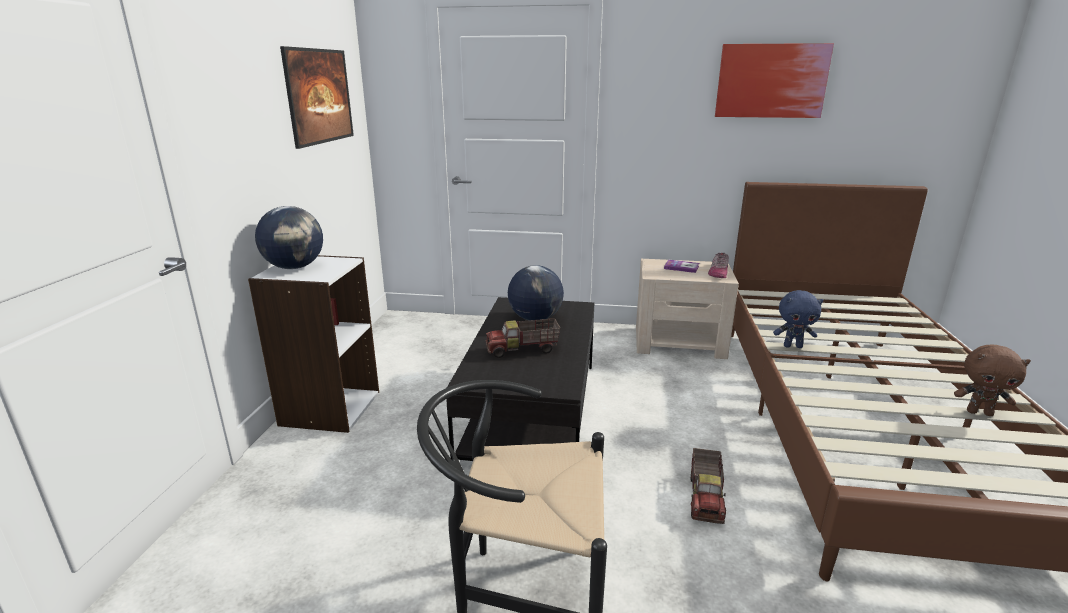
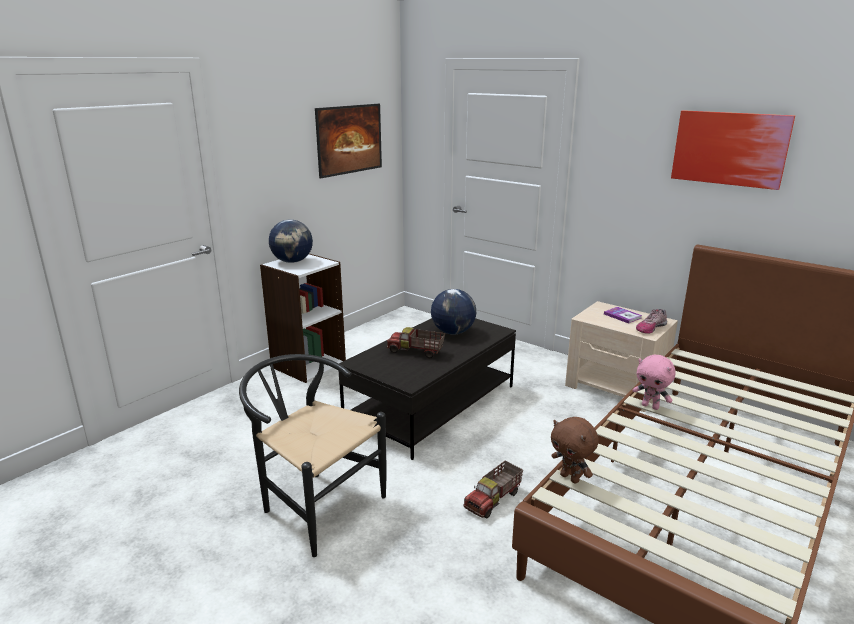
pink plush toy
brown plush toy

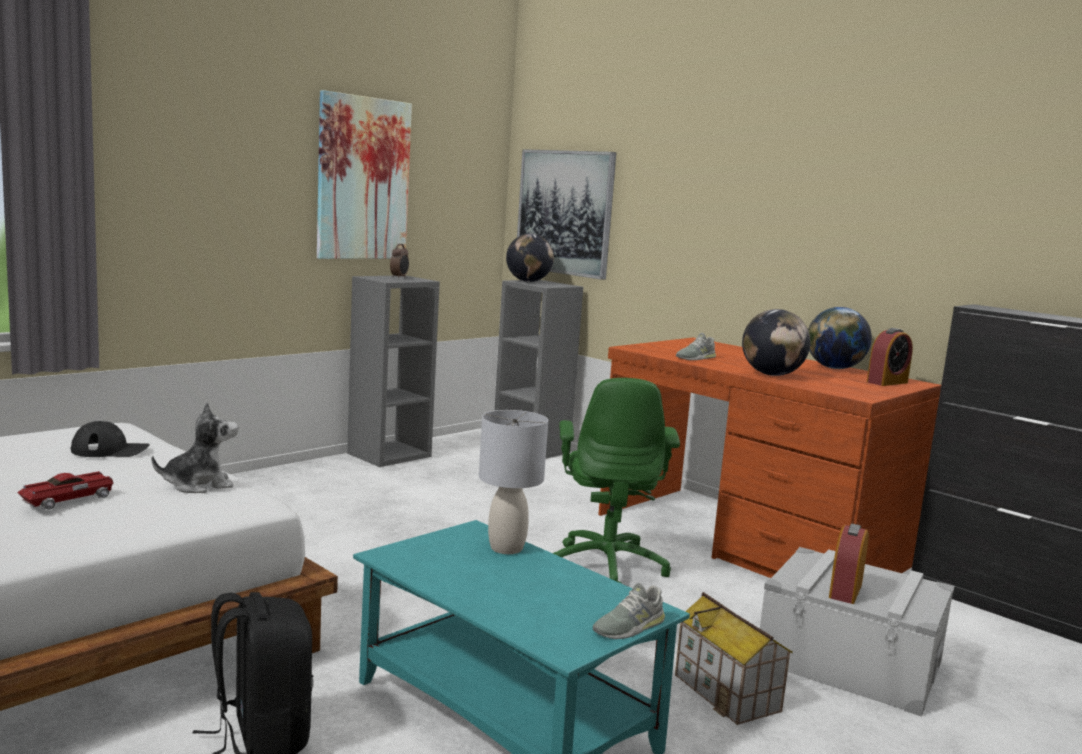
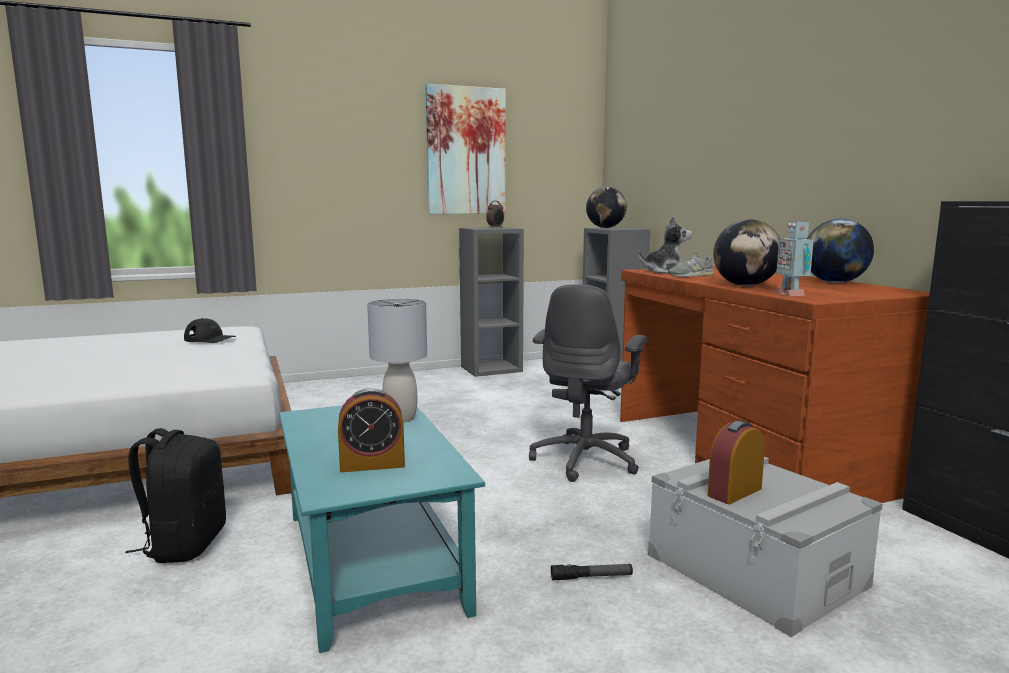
picture (no. 2 from left in the first image)
alarm clock (no. 1 from left)
grey office chair
plush toy
toy car
grey shoe (no. 1 from left in the first image)
flashlight
toy robot

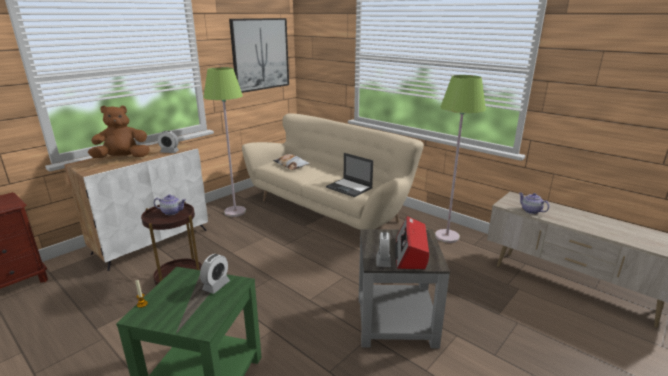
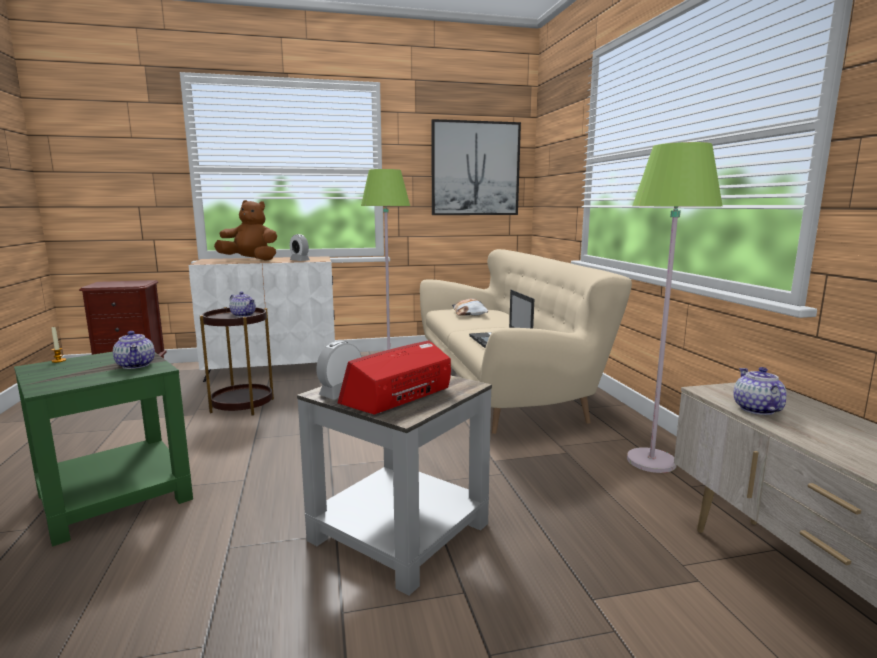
teapot (no. 1 from left)

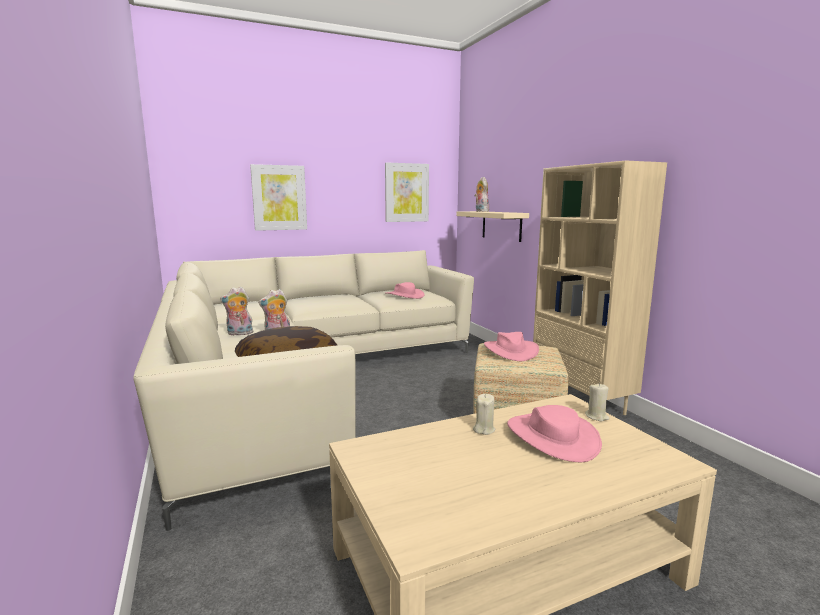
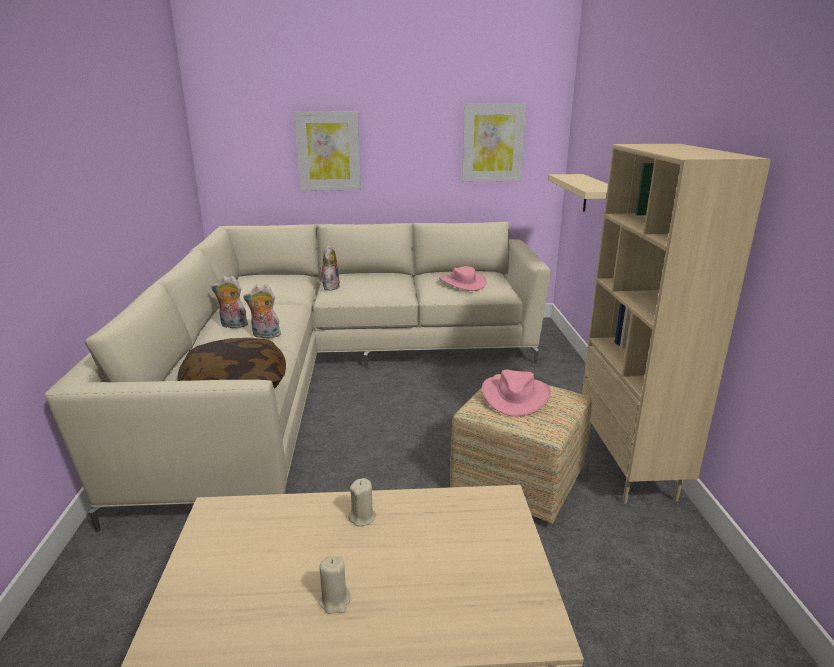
plush toy (no. 3 from left)
beige candle (no. 1 from left)
pink hat (no. 3 from left in the first image)

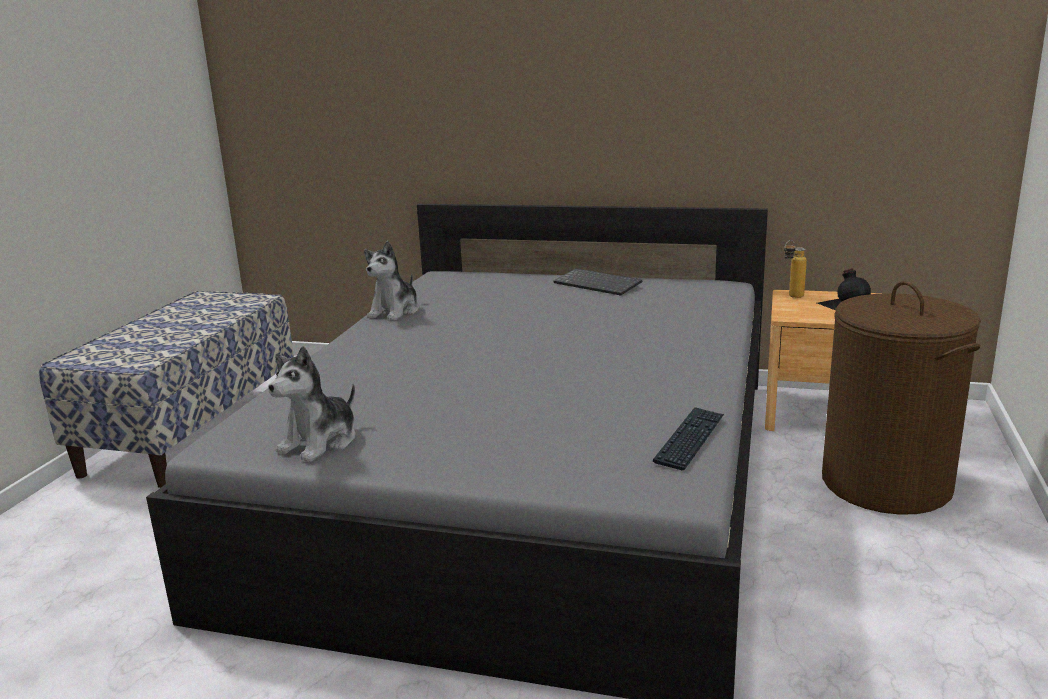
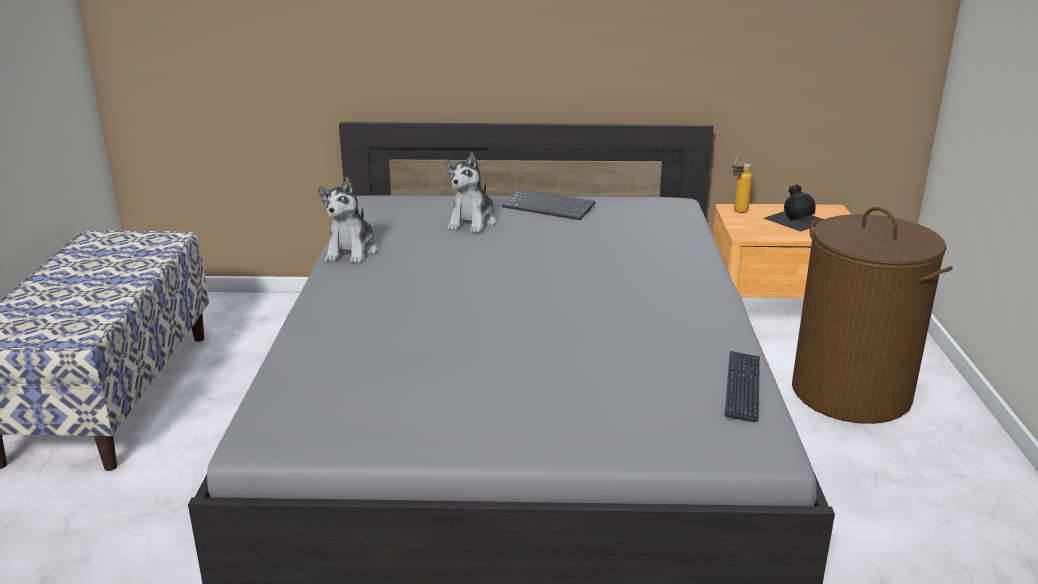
plush toy (no. 2 from left)

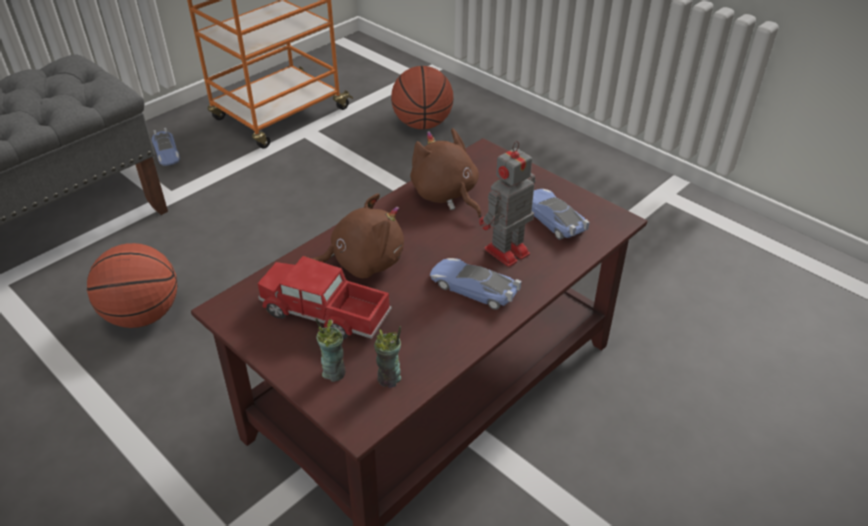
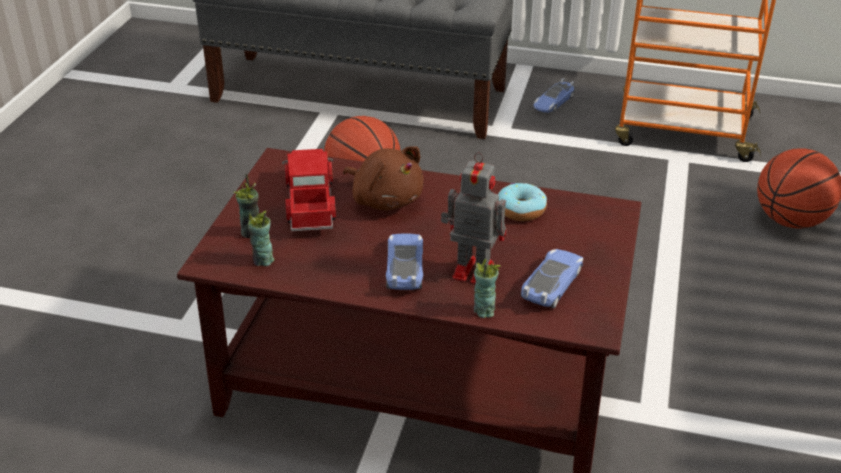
donut
cup (no. 3 from left)

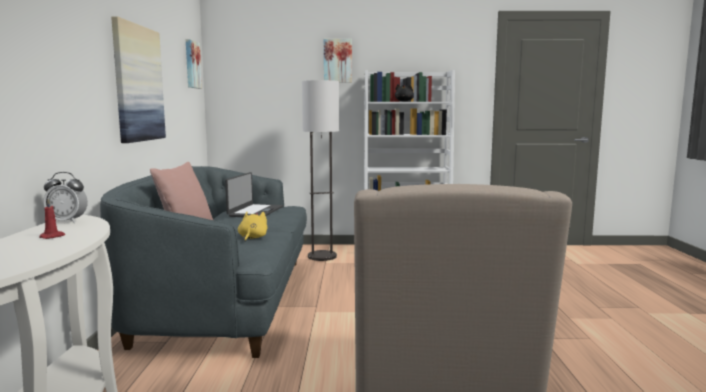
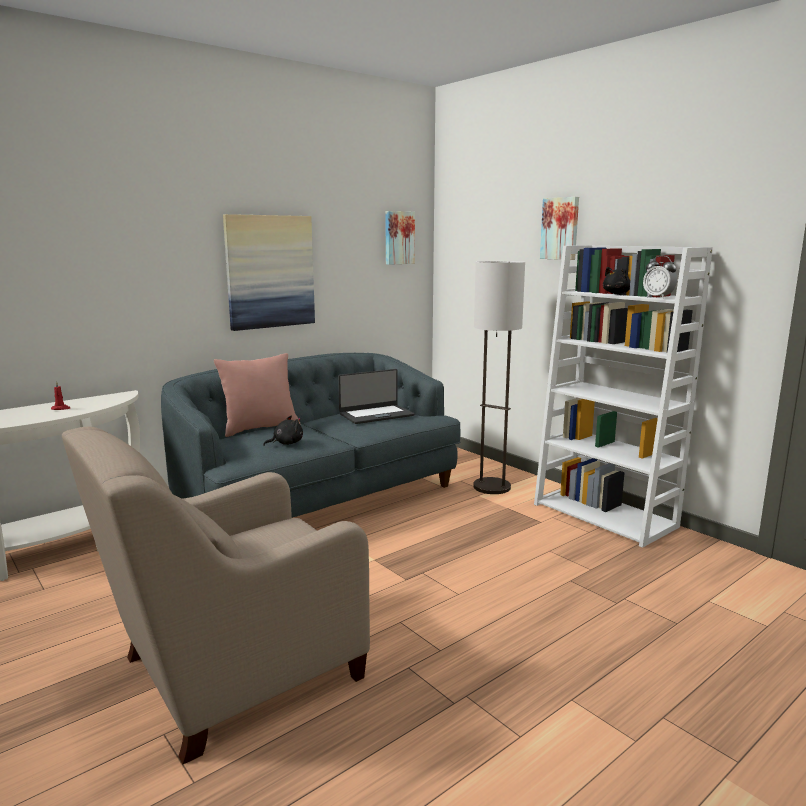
alarm clock
black plush toy (no. 1 from left)

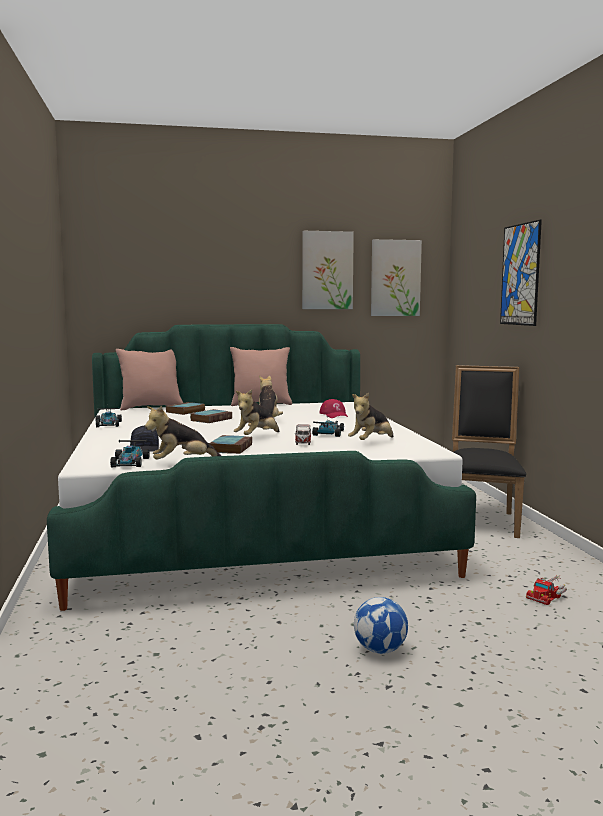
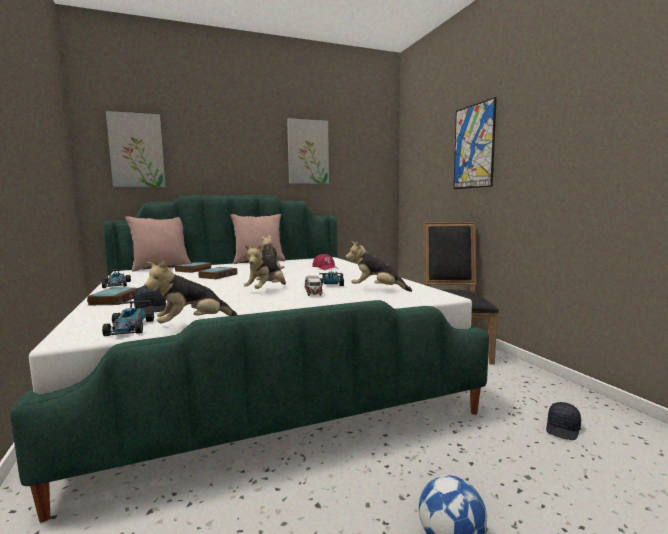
picture (no. 1 from left)
plush toy (no. 4 from left)
book (no. 1 from left)
black cap (no. 2 from left)

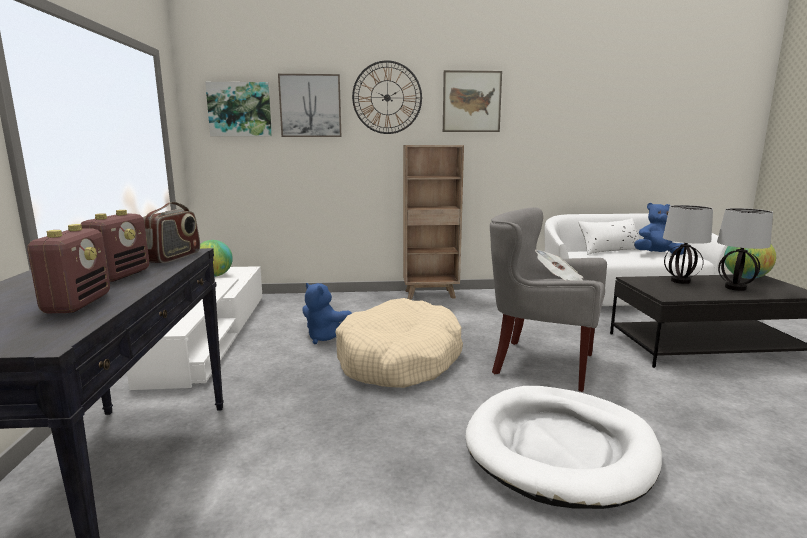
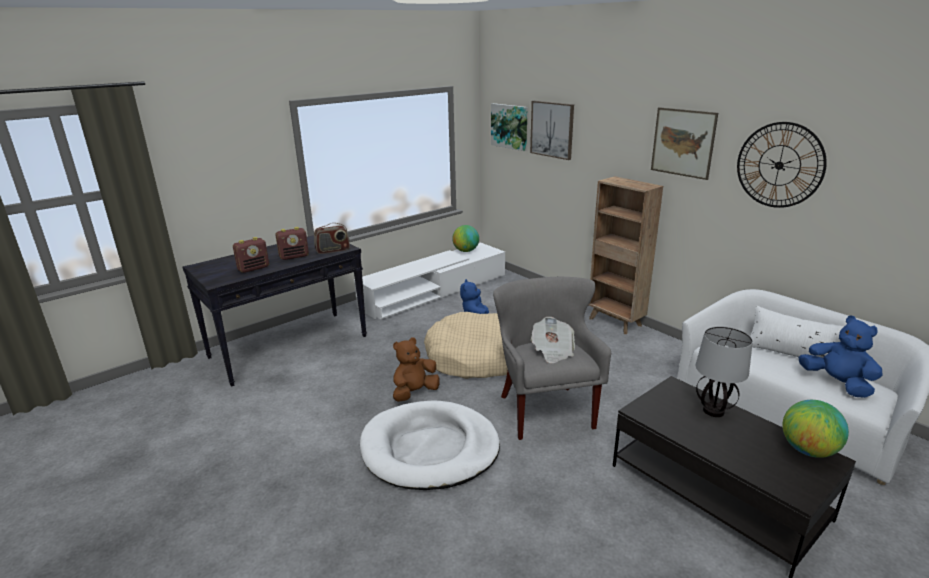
wall clock
table lamp (no. 2 from left in the first image)
brown plush toy

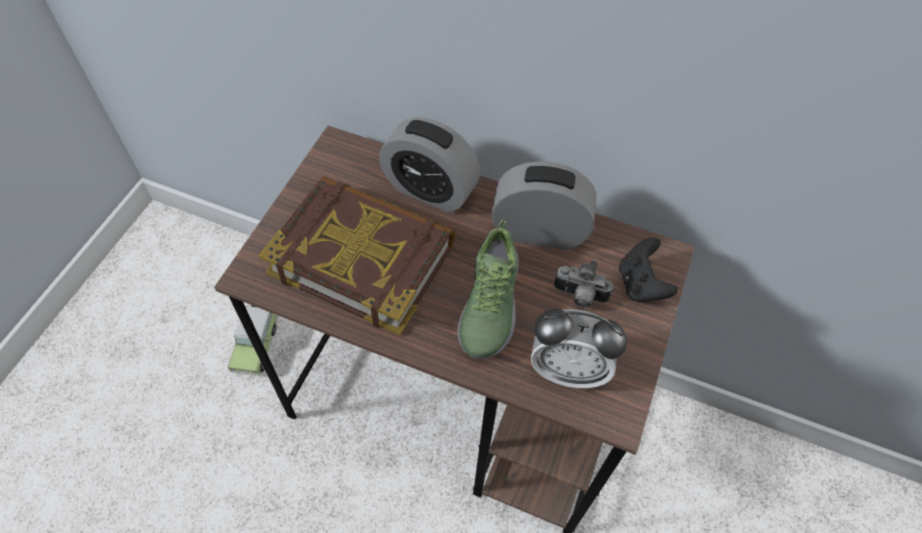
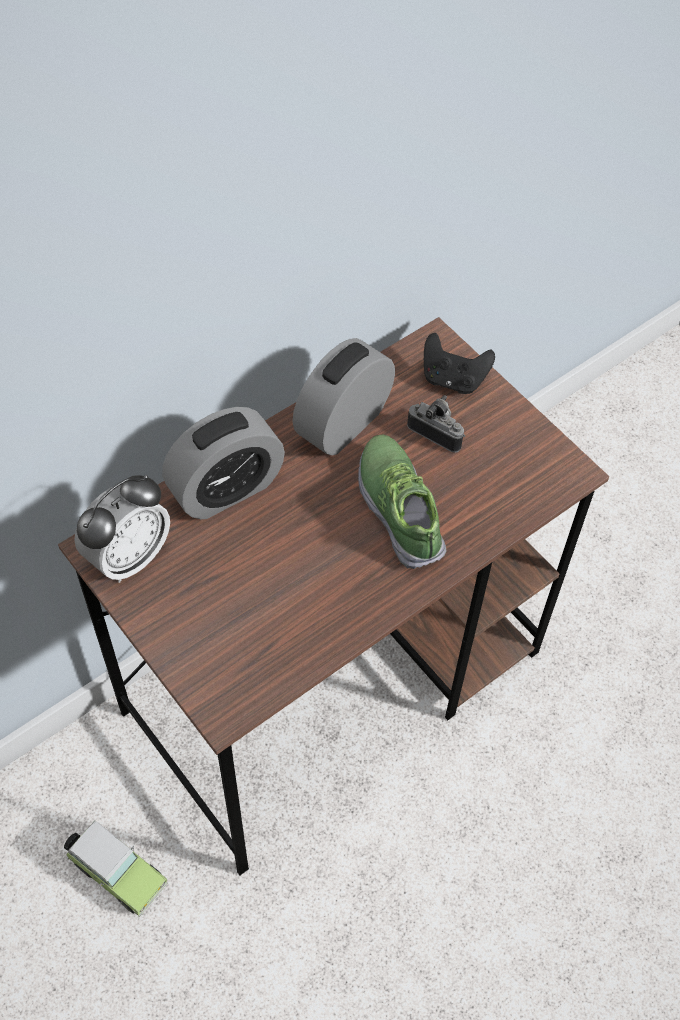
book
shoe
photo camera
alarm clock (no. 1 from left)

